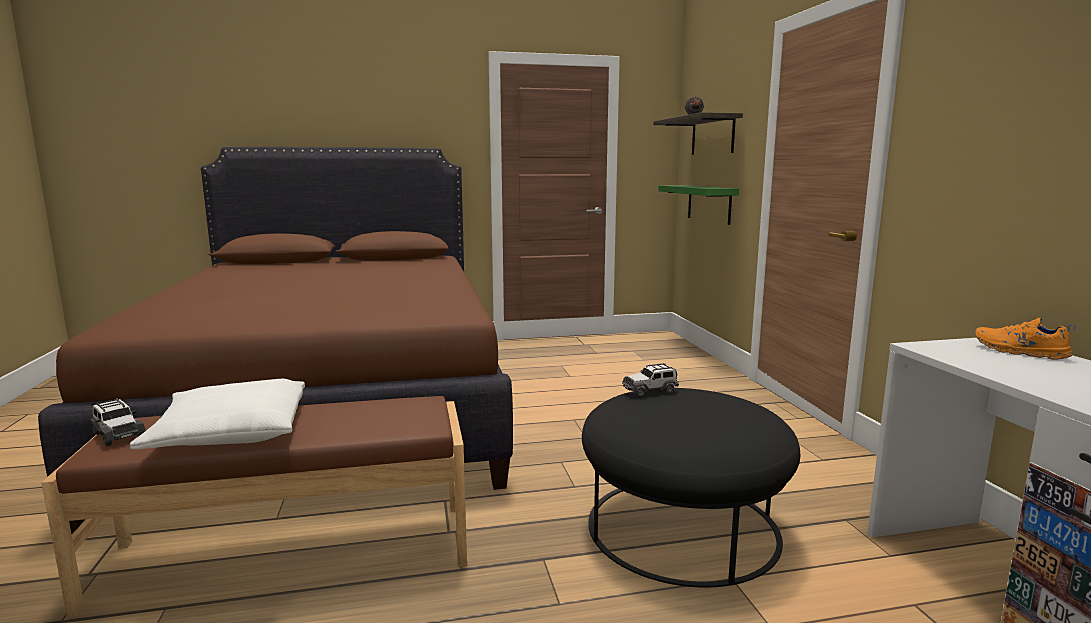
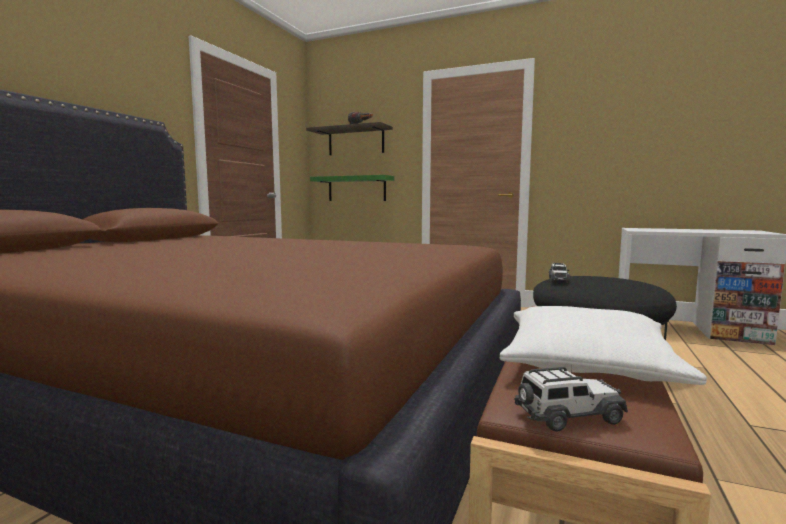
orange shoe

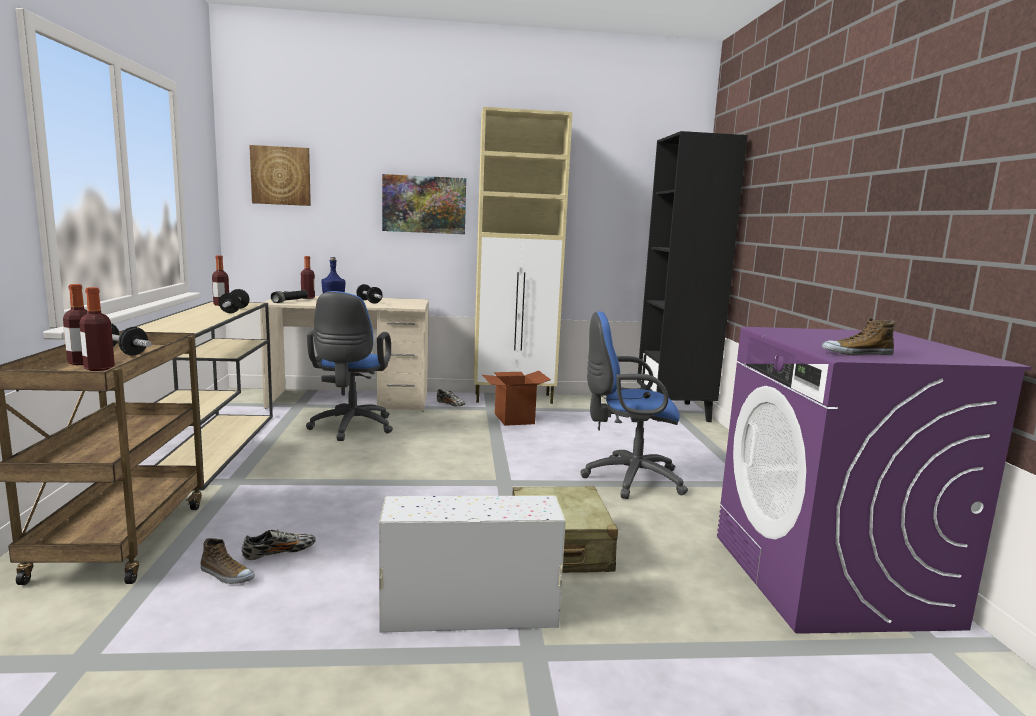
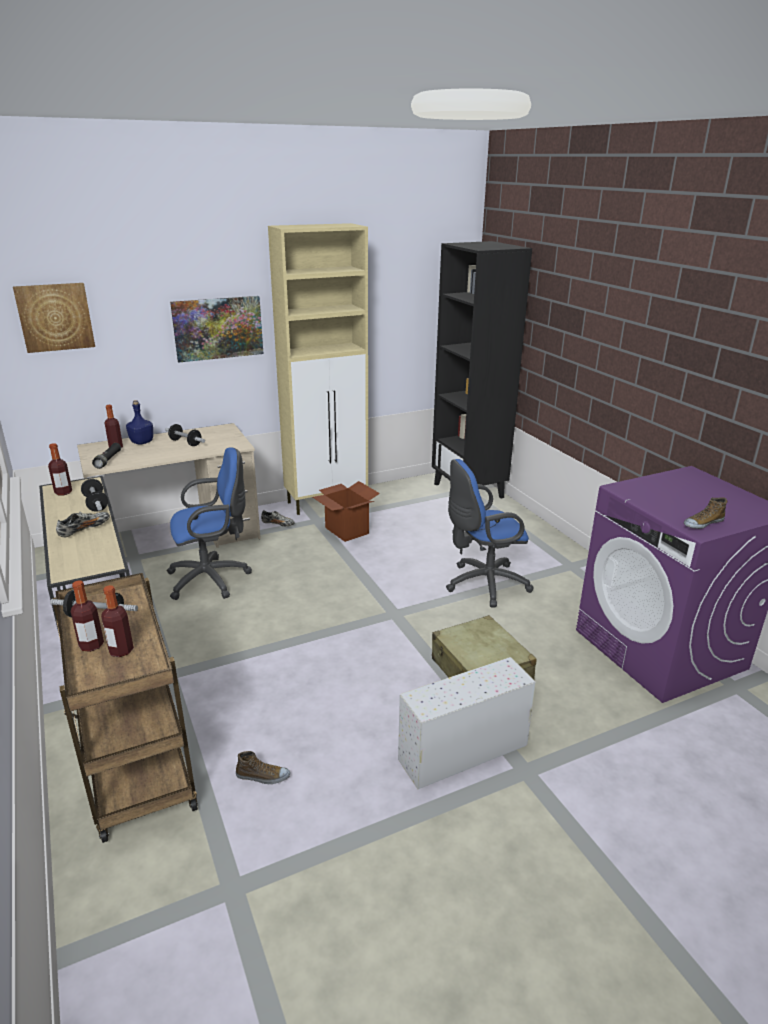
blue office chair (no. 1 from left)
shoe (no. 1 from left)

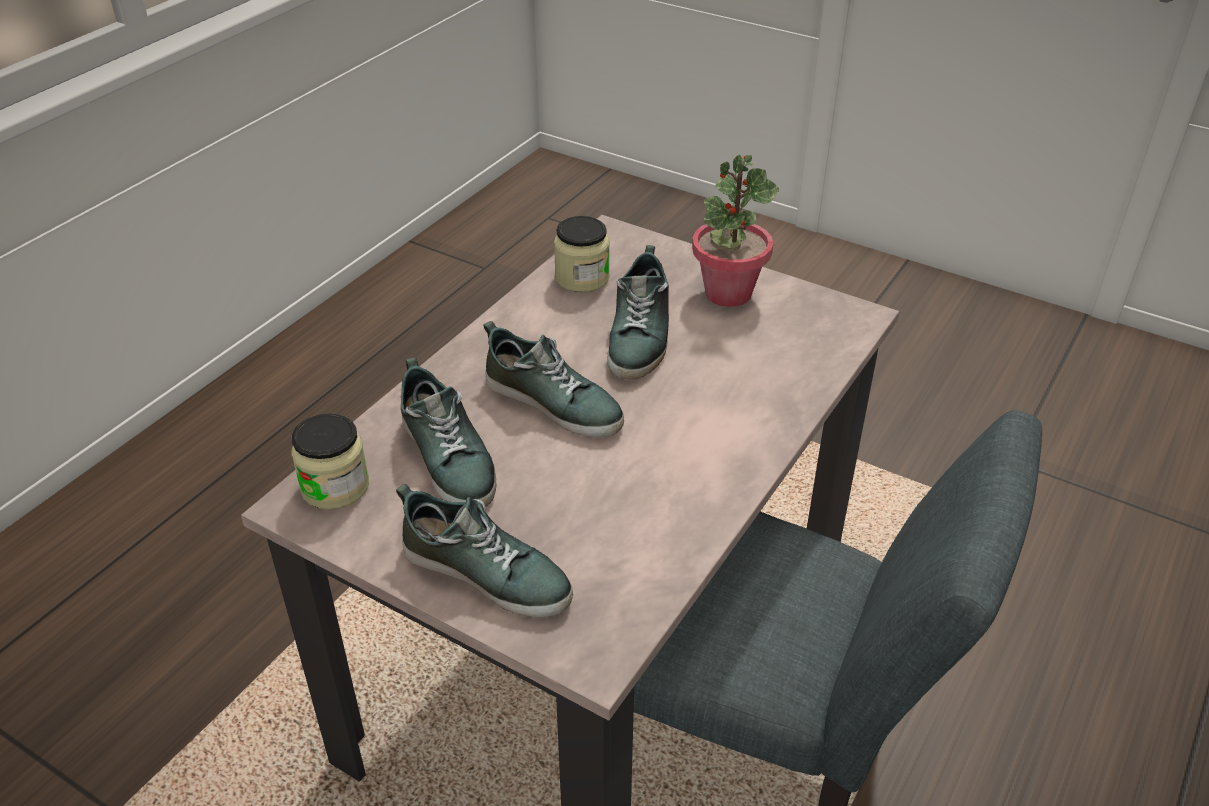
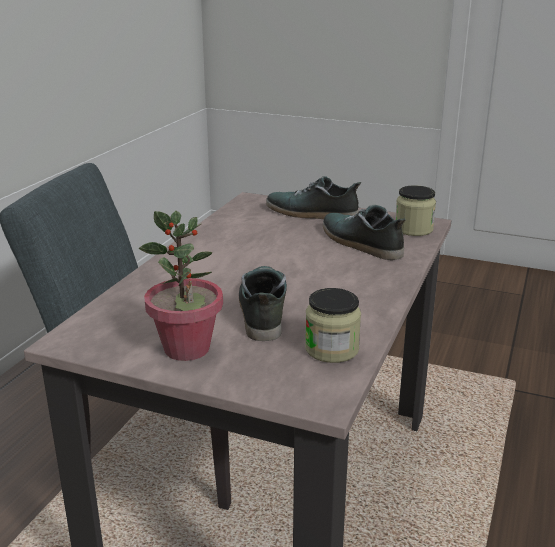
shoe (no. 3 from left in the first image)

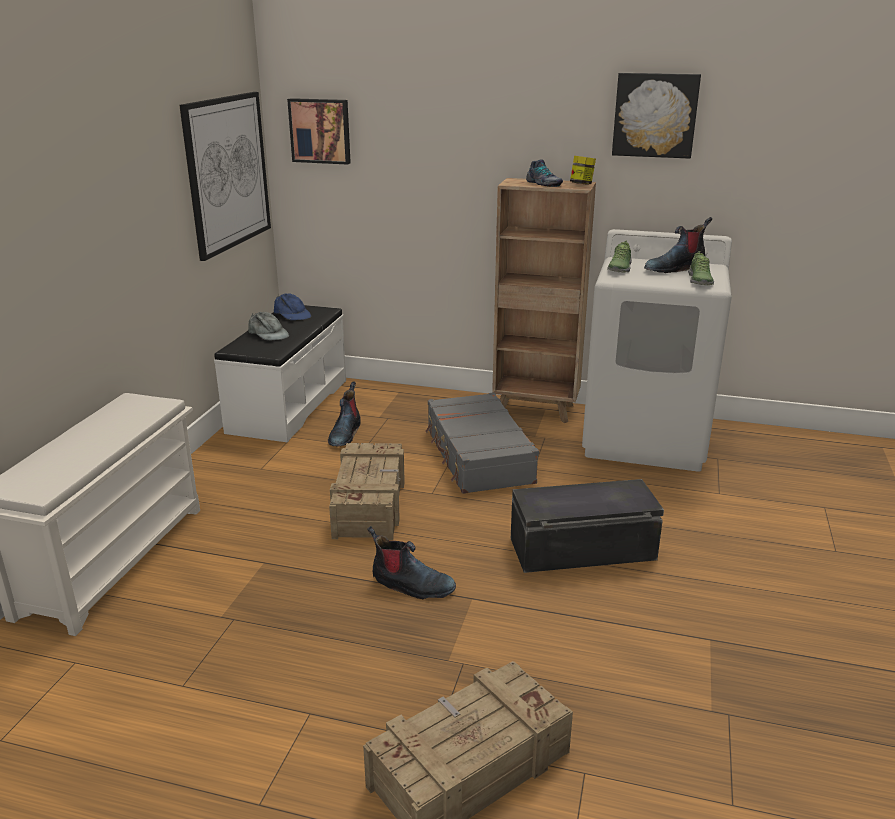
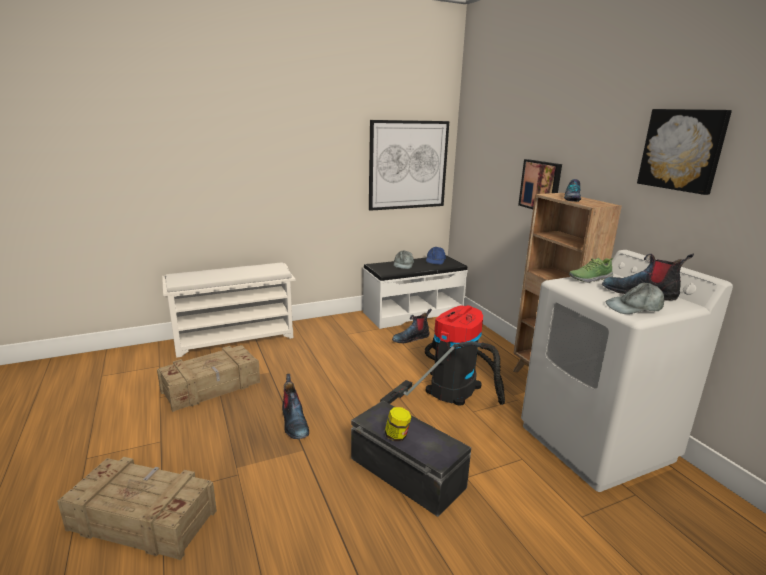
picture (no. 2 from left)
jar
grey cap (no. 2 from left)
vacuum cleaner
crate (no. 2 from left)

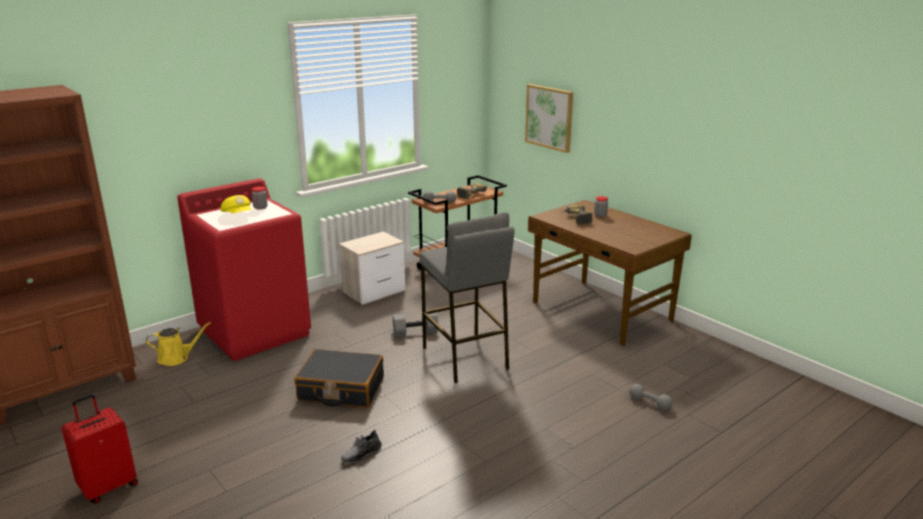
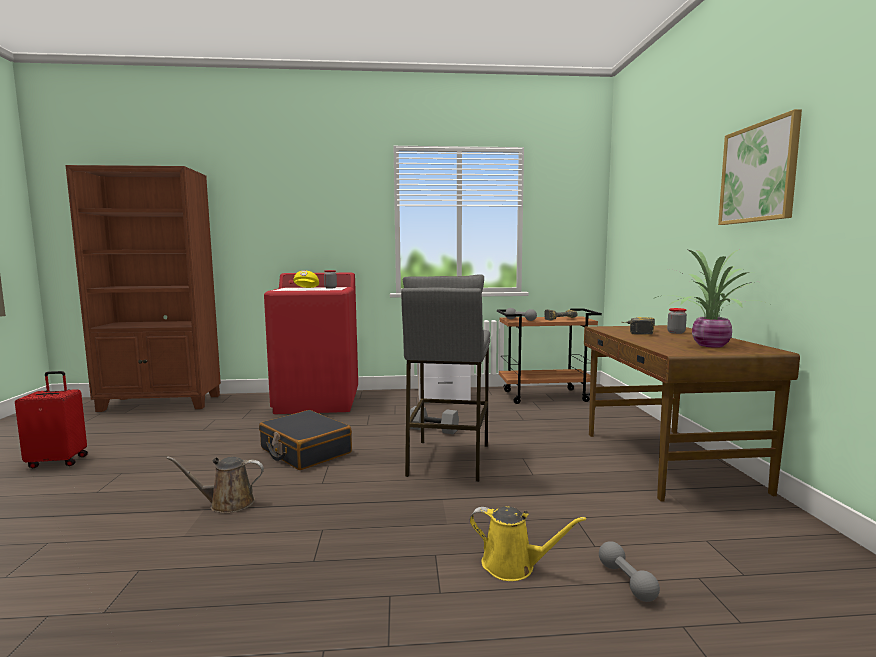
picture
yellow watering can
brown watering can
potted plant

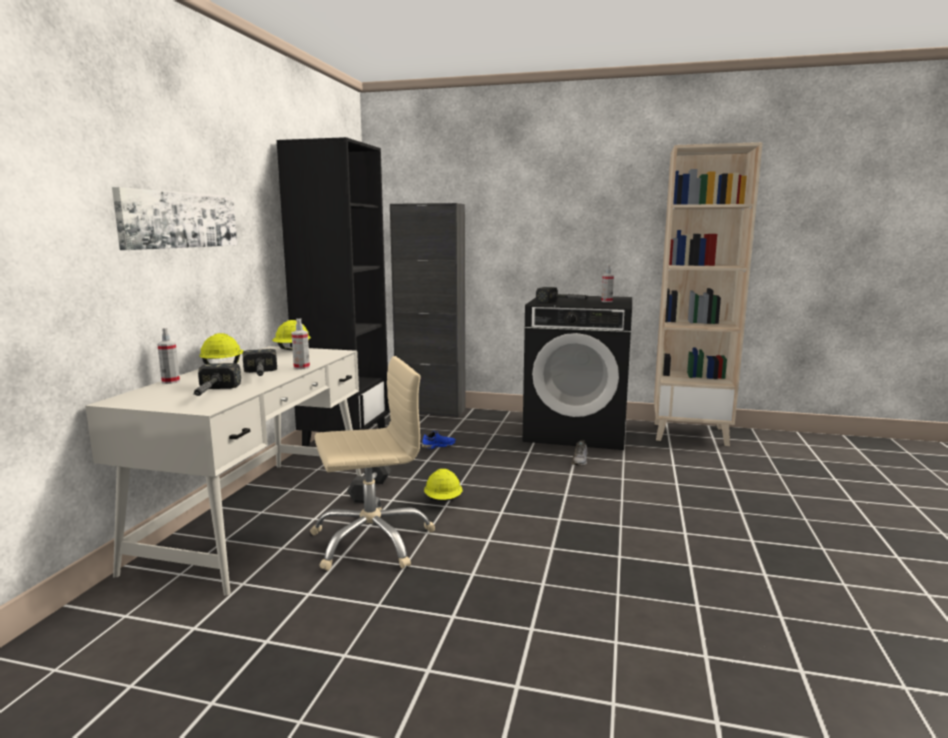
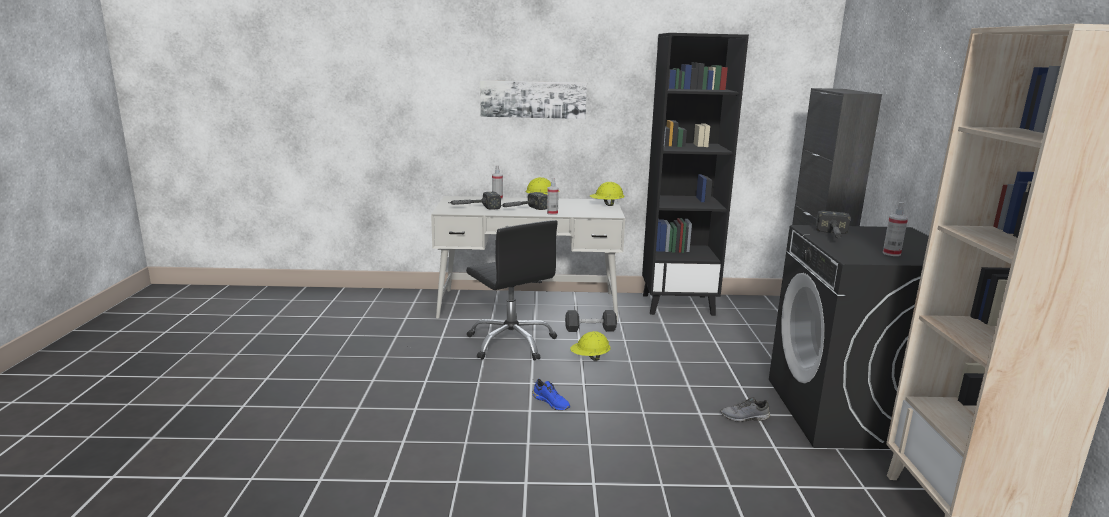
black office chair
blue shoe

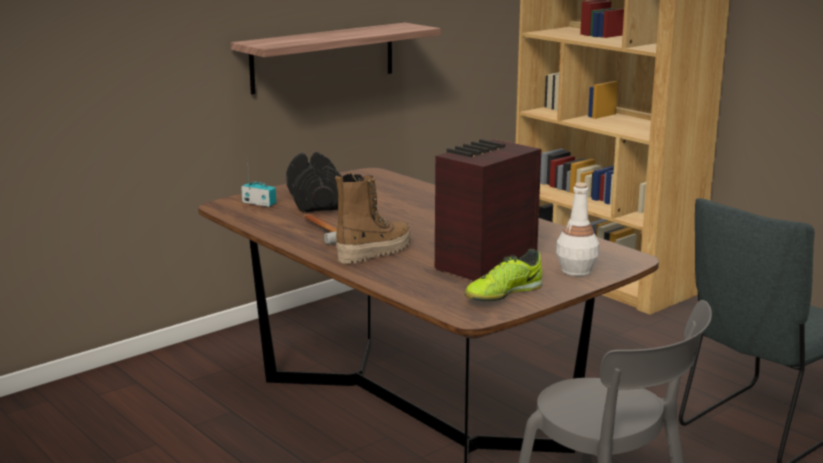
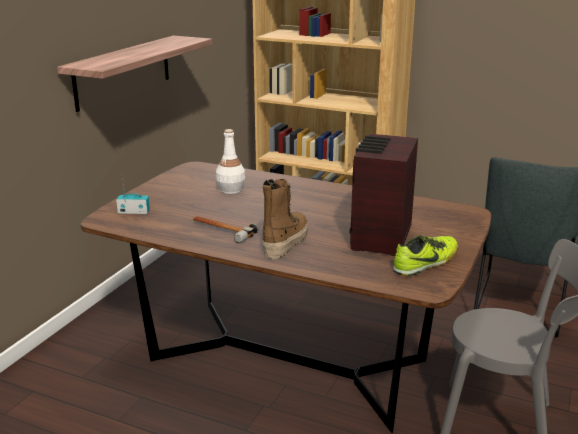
black dumbbell
white bottle
shoe

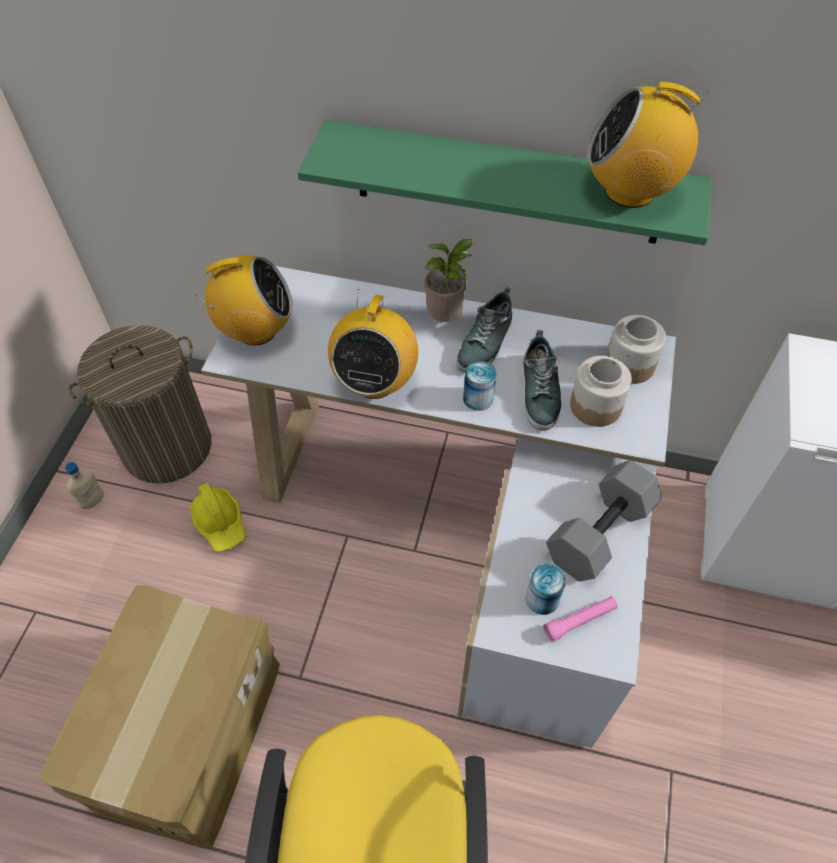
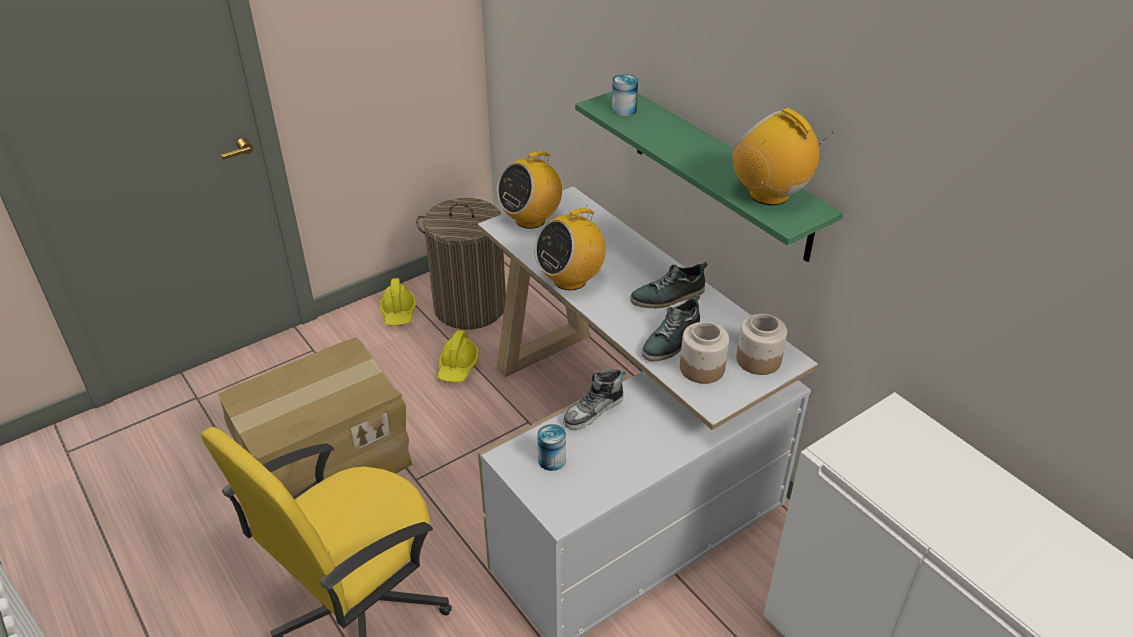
potted plant
radio (no. 1 from left)
can (no. 2 from left)
grey dumbbell
yellow hard hat (no. 1 from left)
pink flashlight
shoe (no. 1 from left)

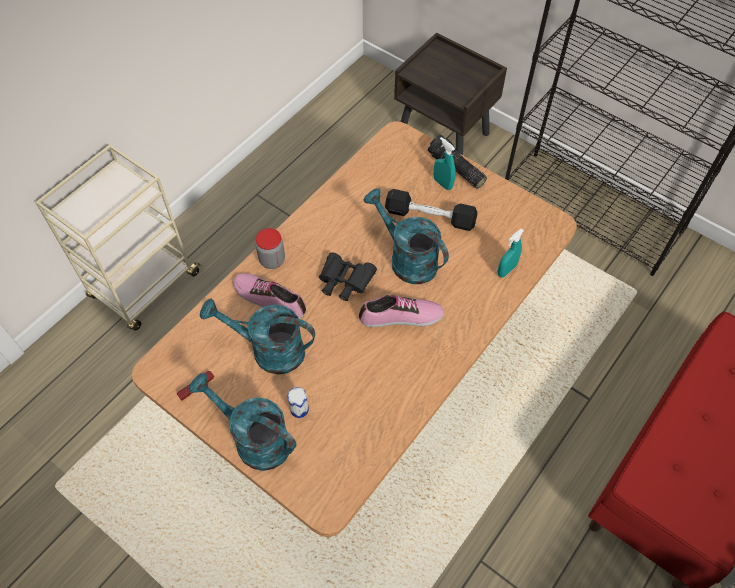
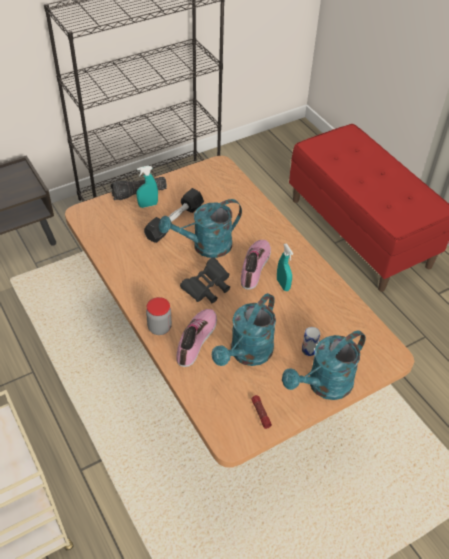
turquoise spray bottle (no. 2 from left)
shoe (no. 1 from left)

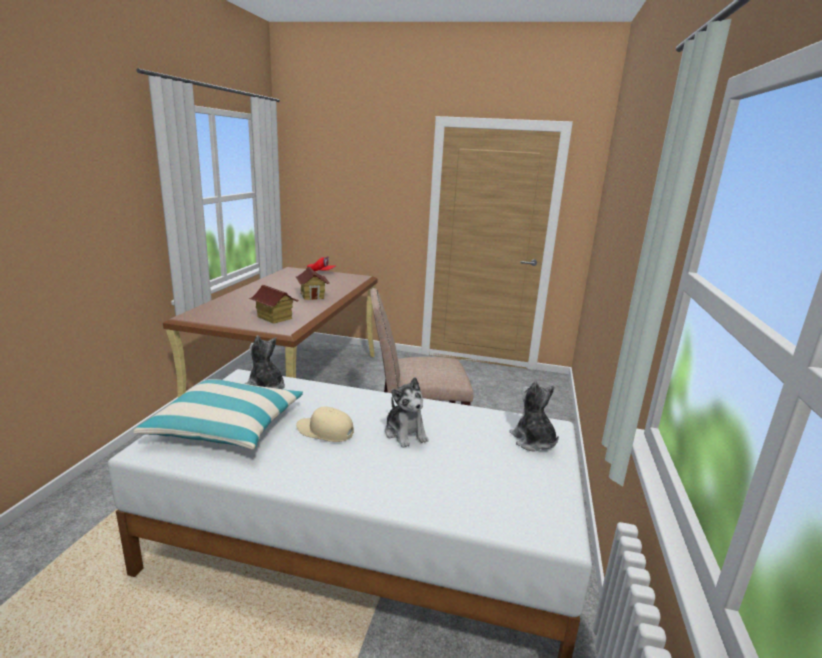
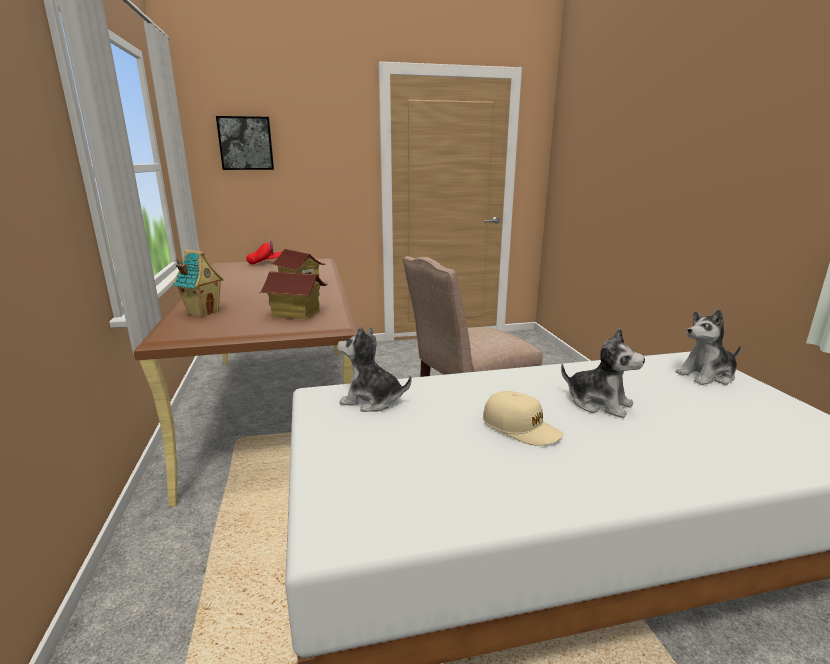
pillow
plush toy (no. 3 from left)
beige cap
picture
toy house (no. 1 from left)

